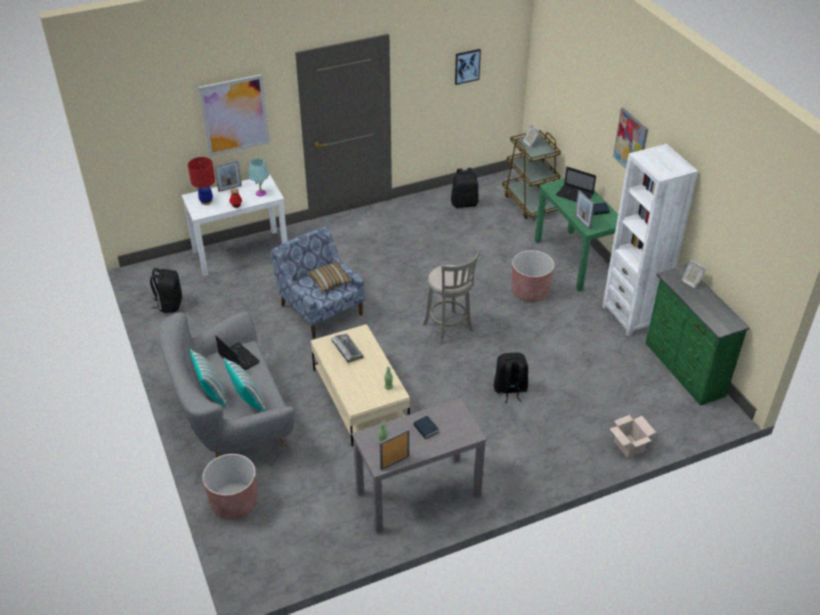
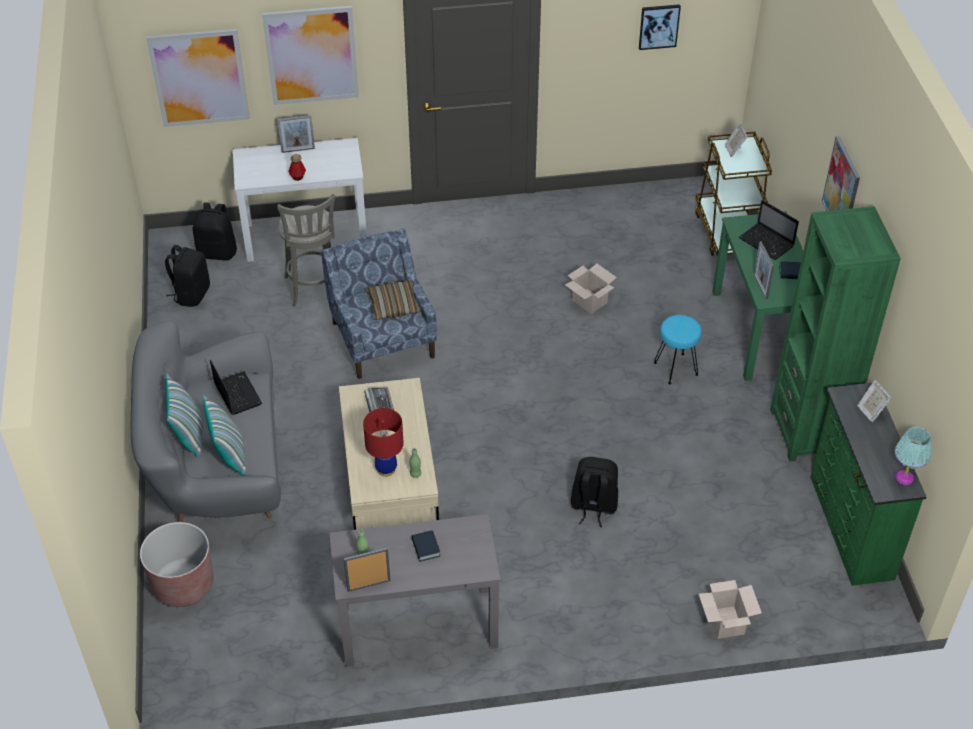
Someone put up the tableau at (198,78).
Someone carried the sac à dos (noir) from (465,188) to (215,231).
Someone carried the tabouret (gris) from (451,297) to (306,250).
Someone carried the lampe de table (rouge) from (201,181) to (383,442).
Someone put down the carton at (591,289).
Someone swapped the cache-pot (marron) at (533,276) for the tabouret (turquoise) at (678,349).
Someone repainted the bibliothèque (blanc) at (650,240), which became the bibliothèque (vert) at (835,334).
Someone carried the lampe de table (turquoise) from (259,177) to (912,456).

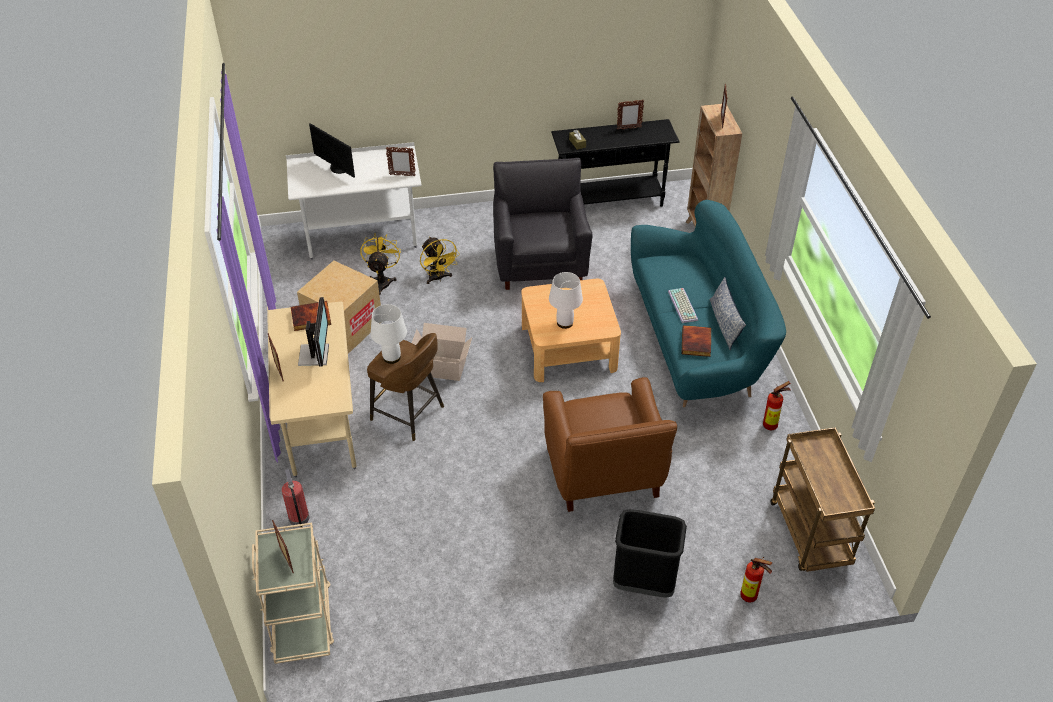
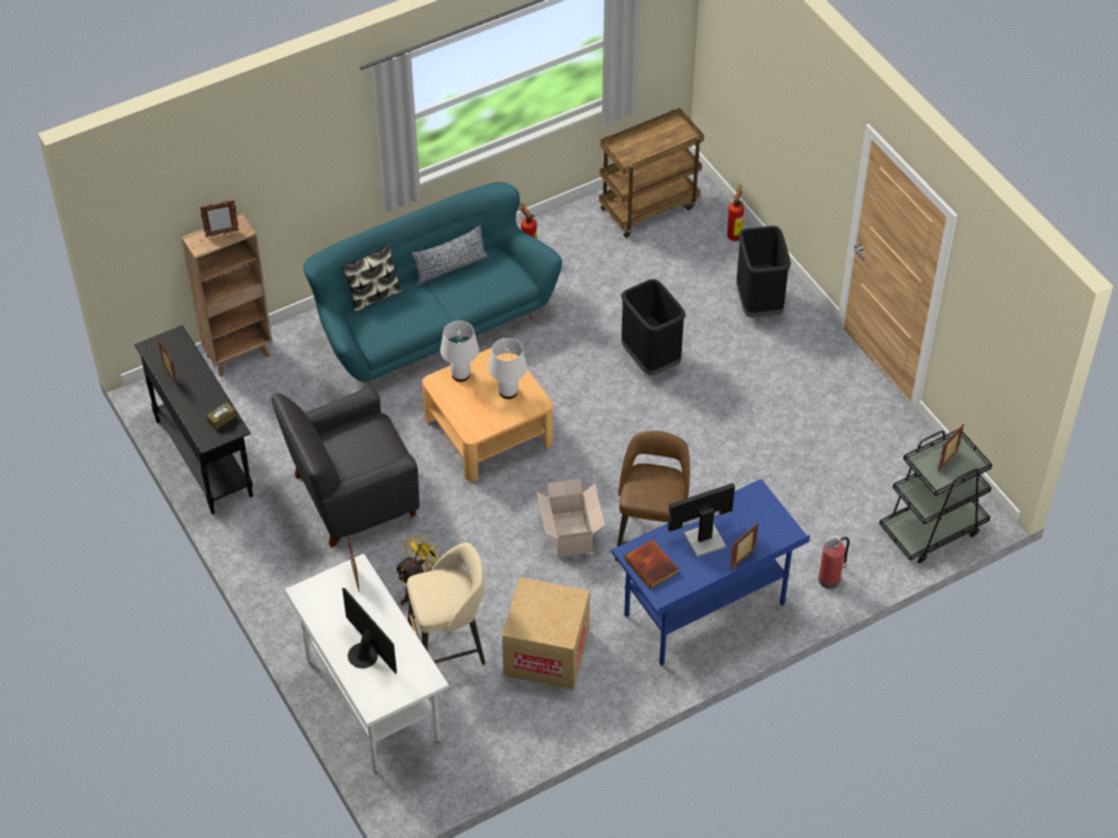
Someone put down the coussin at (371,278).
Someone rotated the écran d'ordinateur at (332,150) by 60 degrees counterclockwise.
Someone swapped the ventilateur (jaune) at (381,264) for the tabouret (beige) at (446,603).
Someone carried the lampe de table (blanc) from (389,334) to (459,351).
Someone repainted the bureau (beige) at (311,389), which became the bureau (bleu) at (710,572).
Someone swapped the fauteuil (marron) at (610,444) for the poubelle (noir) at (653,327).
Someone repainted the chariot (beige) at (293,593), which became the chariot (noir) at (935,496).
Someone took away the clavier at (683,305).
Someone took away the livre at (696,341).

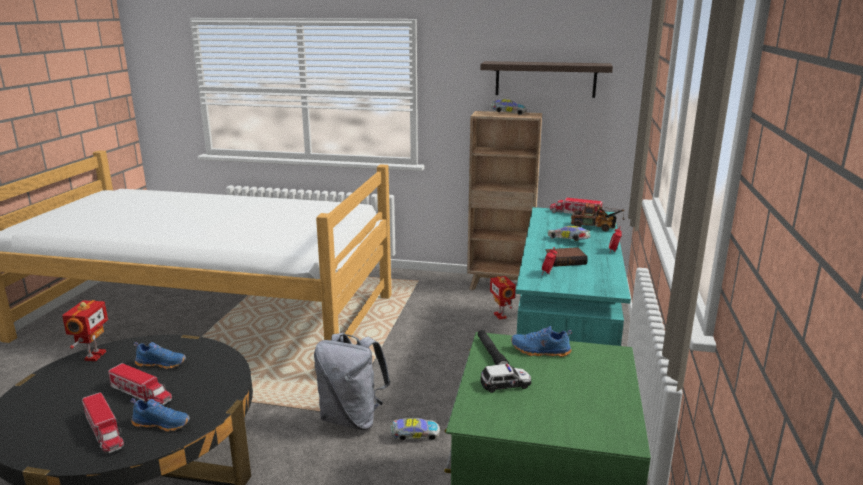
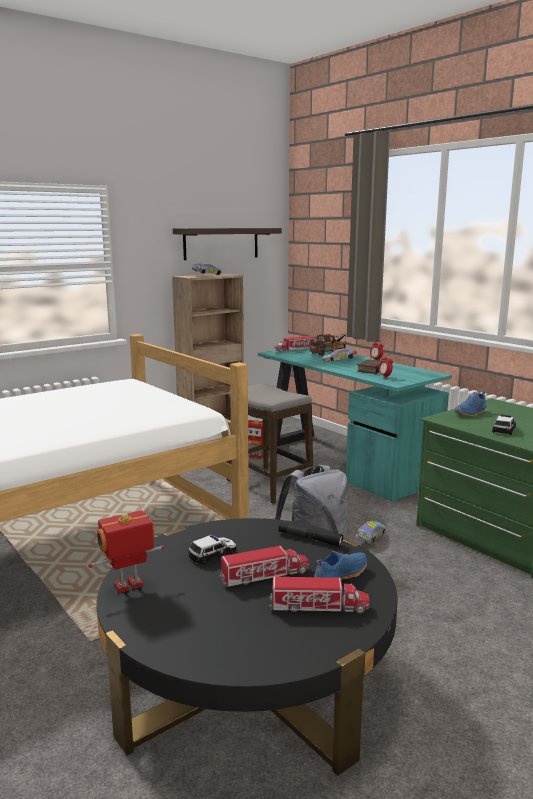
Someone rotated the robot jouet at (85,330) by 75 degrees counterclockwise.
Someone swapped the chaussure (bleu) at (160,355) for the petite voiture at (212,550).
Someone put down the tabouret at (270,443).
Someone carried the lampe de poche (noir) from (493,347) to (310,535).

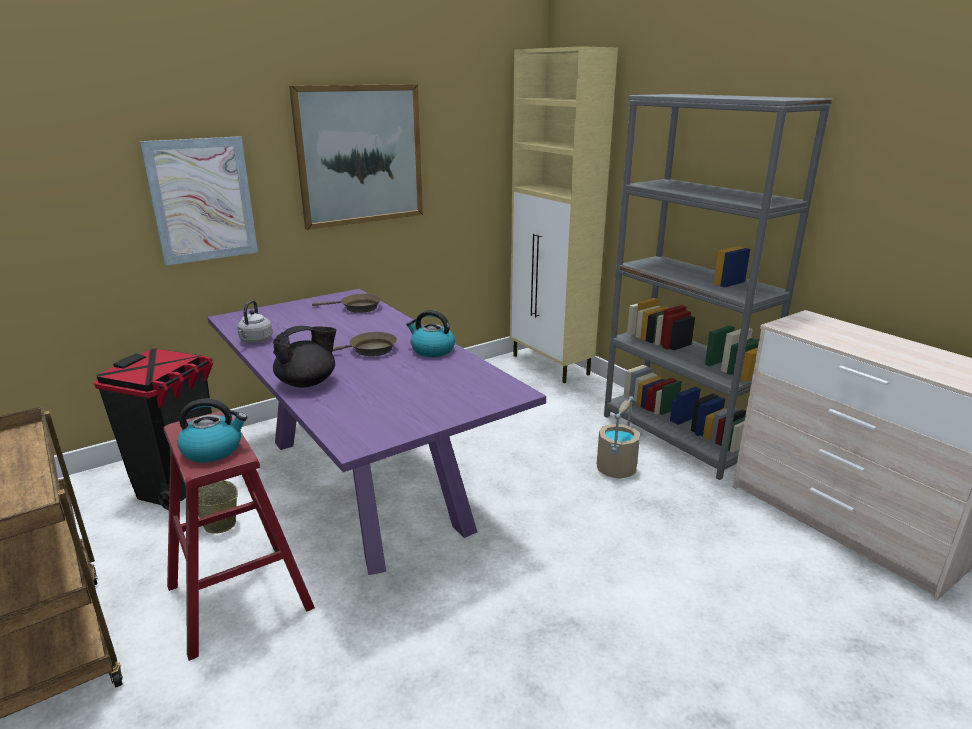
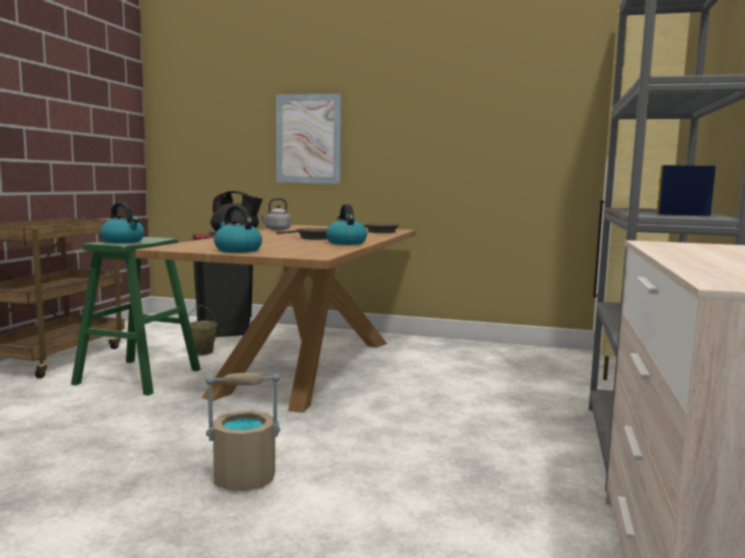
Someone repainted the tabouret (rouge) at (239,536), which became the tabouret (vert) at (136,316).
Someone repainted the table à manger (violet) at (377,432), which became the table à manger (marron) at (275,319).
Someone carried the seau (beige) from (618,437) to (243,432).
Someone put down the bouilloire at (238,229).
Someone took away the tableau at (356,157).

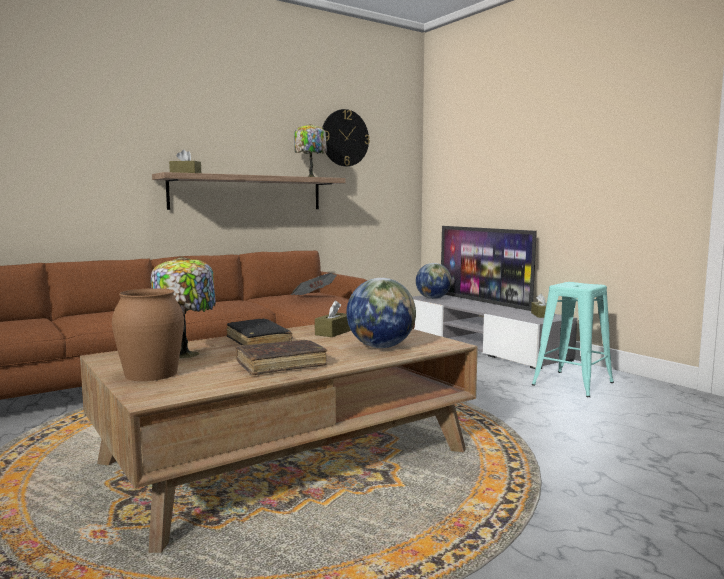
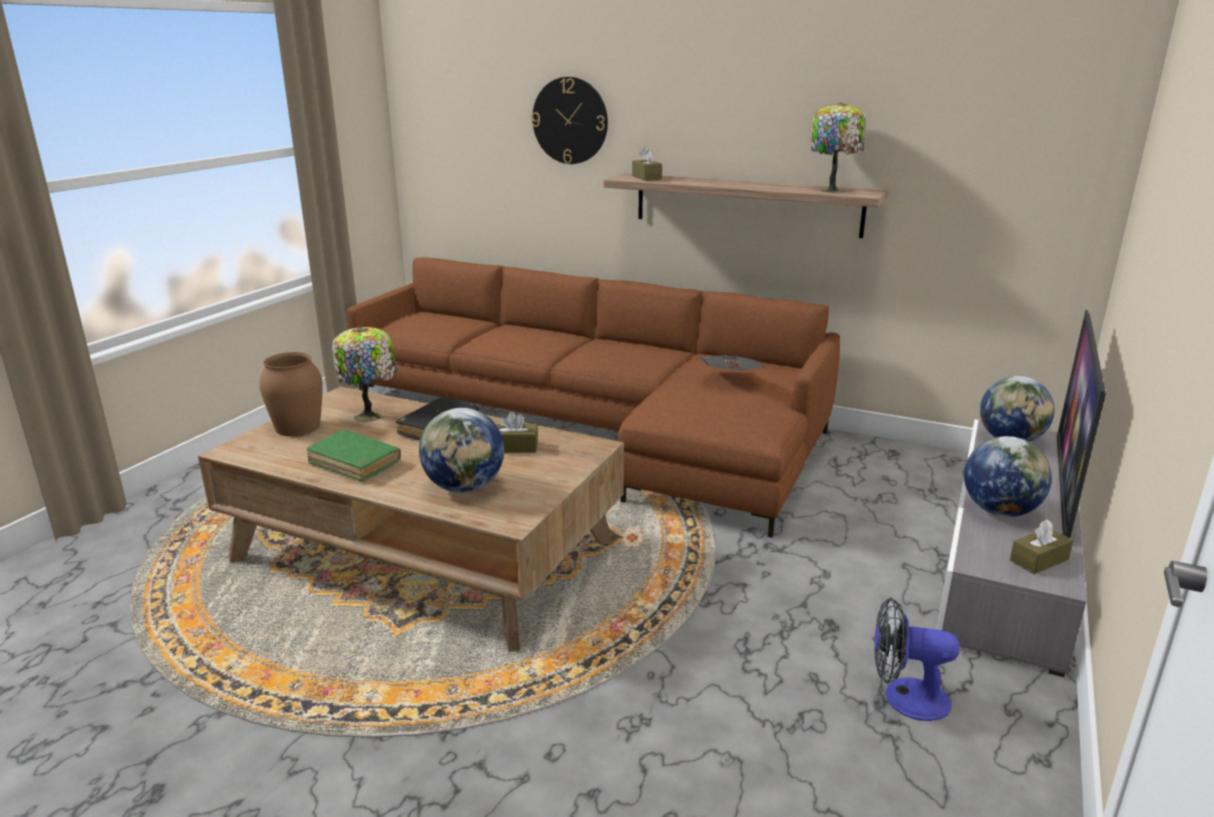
Someone repainted the livre (marron) at (281,357), which became the livre (vert) at (354,456).
Someone carried the horloge murale from (346,137) to (570,120).
Someone swapped the tabouret (turquoise) at (572,339) for the ventilateur at (917,659).
Someone put down the globe at (1008,476).

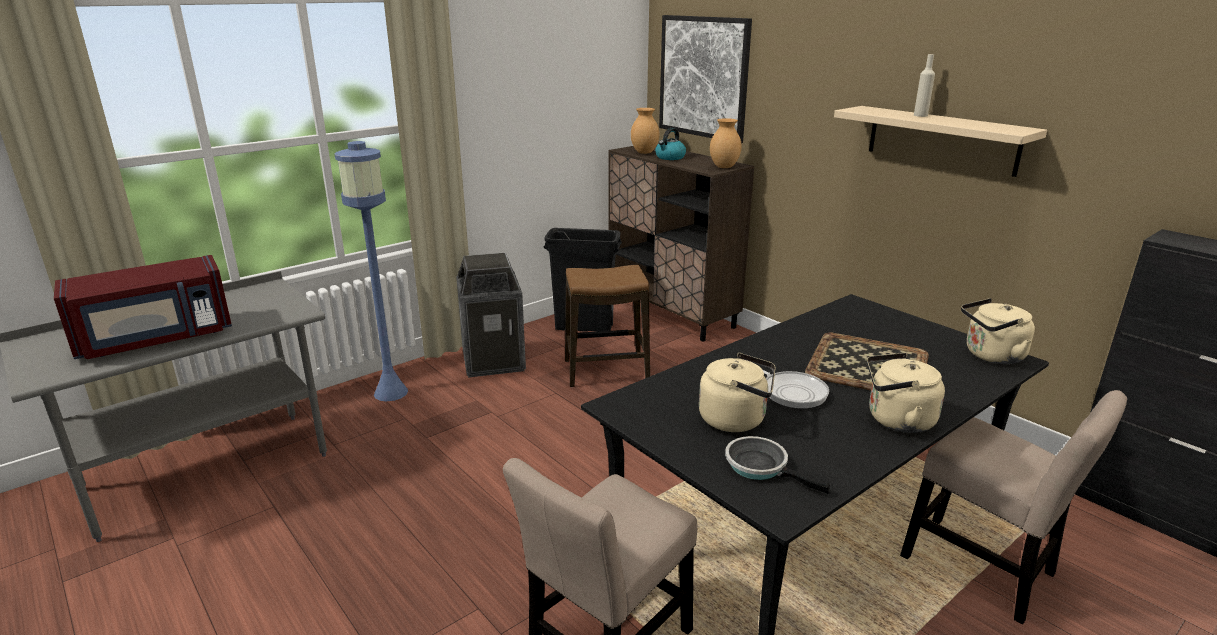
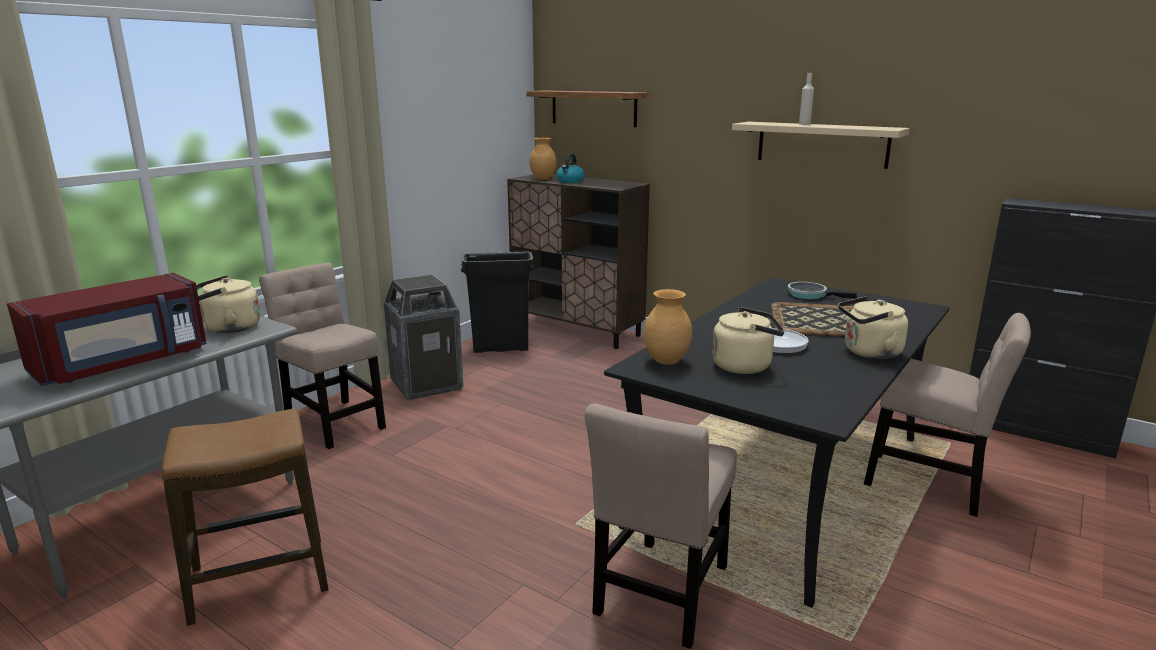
Someone carried the tabouret from (607,326) to (245,517).
Someone carried the bouilloire (beige) from (998,331) to (228,304).
Someone swapped the lampadaire (bleu) at (371,271) for the chaise (beige) at (322,356).
Someone swapped the tableau at (705,79) for the étagère at (588,108).
Someone carried the vase (marron) from (726,143) to (668,327).
Someone carried the poêle from (777,465) to (822,290).

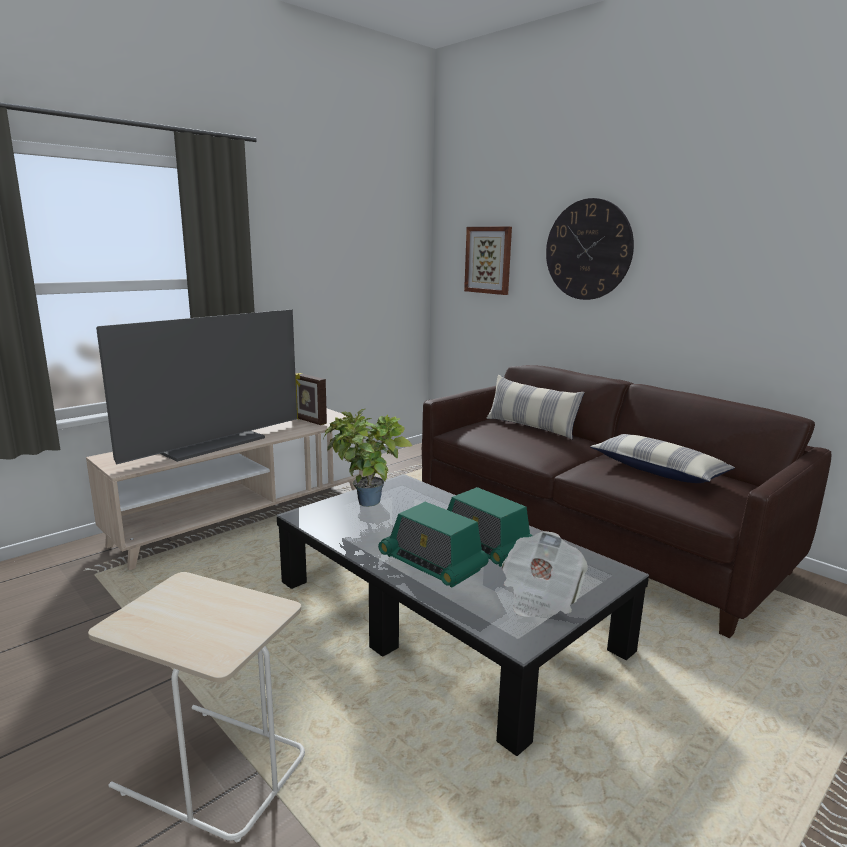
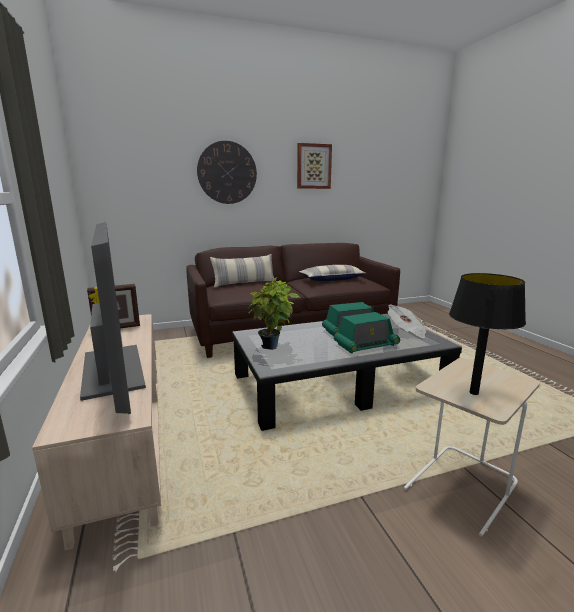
Someone carried the tableau from (488,261) to (314,166).
Someone put down the lampe de table (noir) at (487,334).

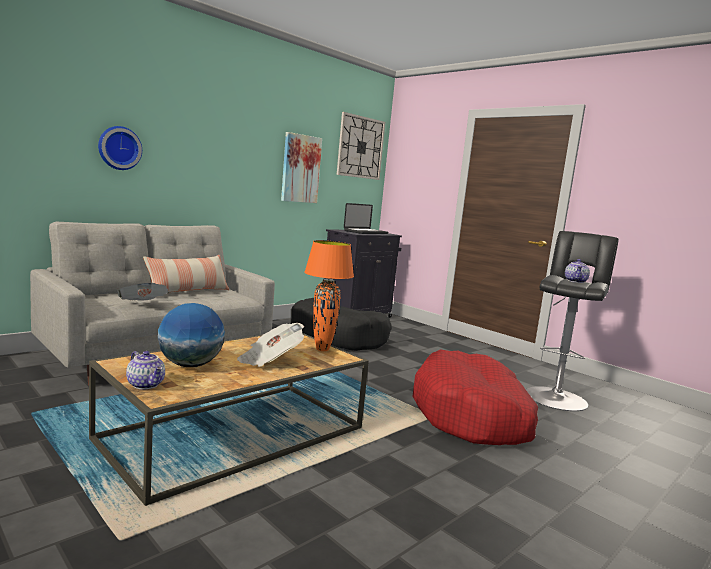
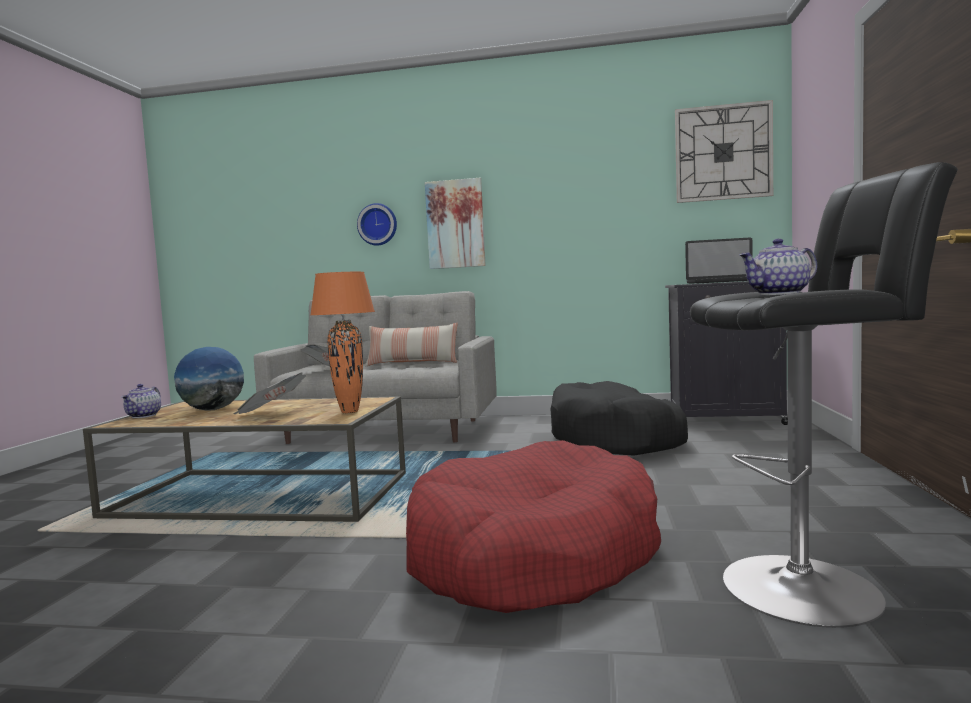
Someone carried the tableau from (301,167) to (455,223).

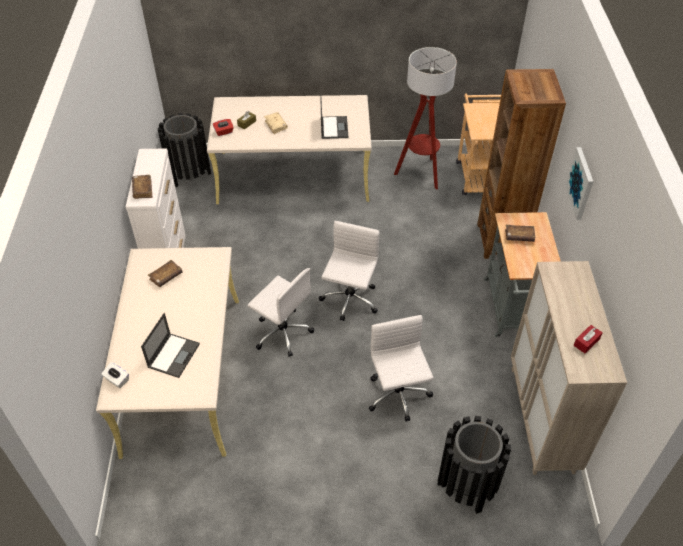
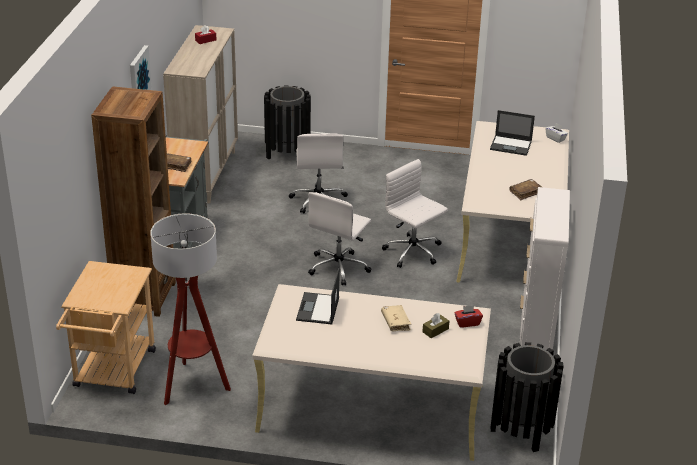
Someone rotated the ordinateur portable at (170,345) by 105 degrees counterclockwise.
Someone took away the livre (marron) at (142,187).

